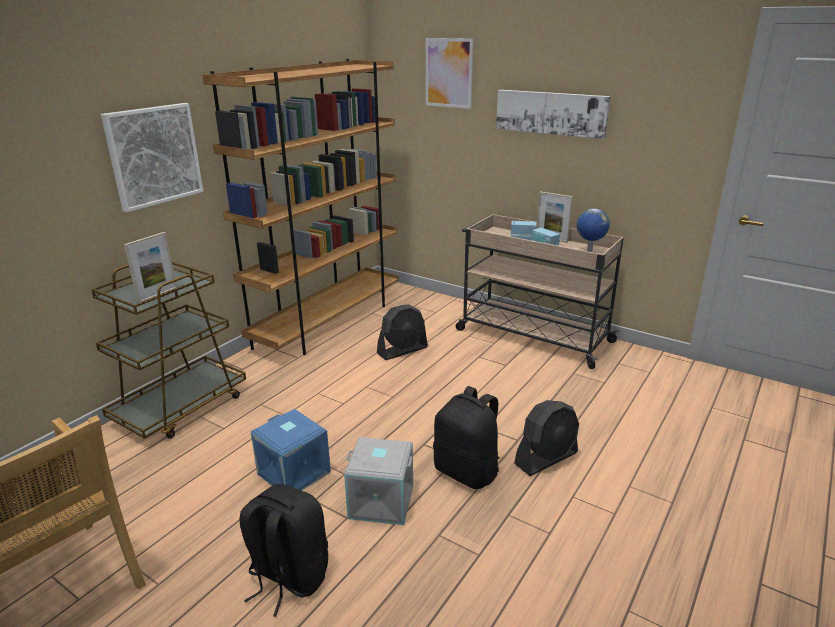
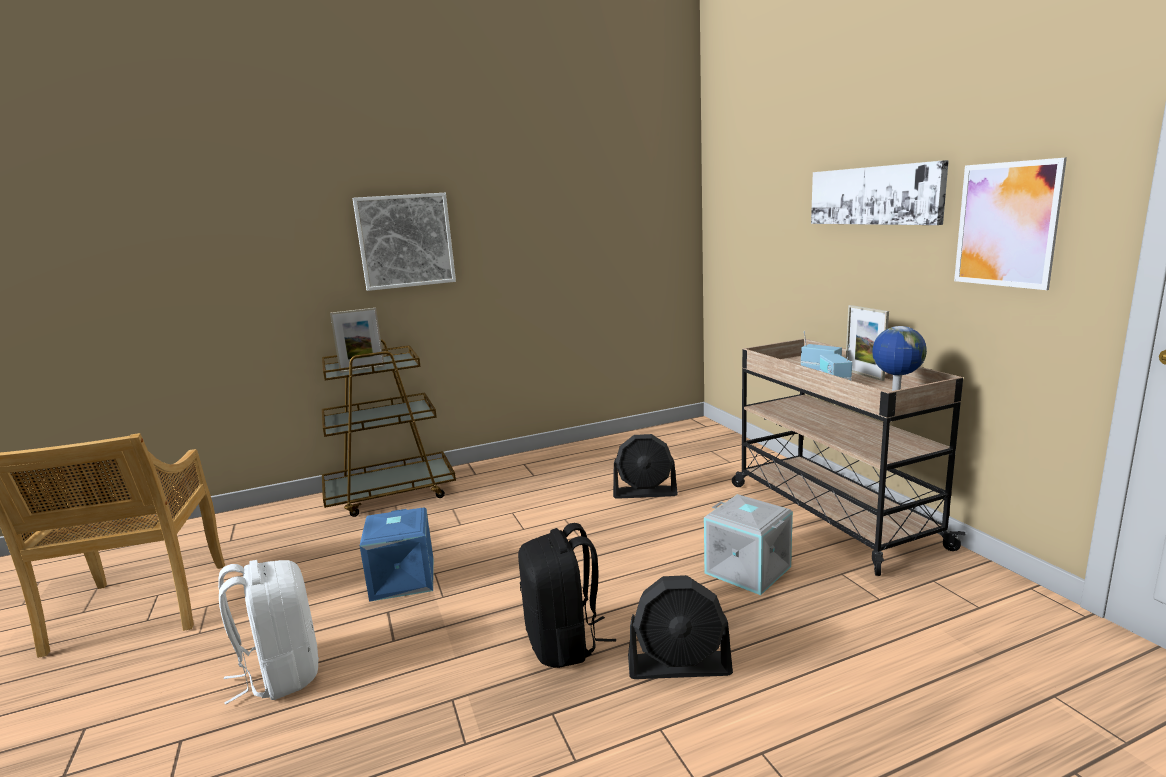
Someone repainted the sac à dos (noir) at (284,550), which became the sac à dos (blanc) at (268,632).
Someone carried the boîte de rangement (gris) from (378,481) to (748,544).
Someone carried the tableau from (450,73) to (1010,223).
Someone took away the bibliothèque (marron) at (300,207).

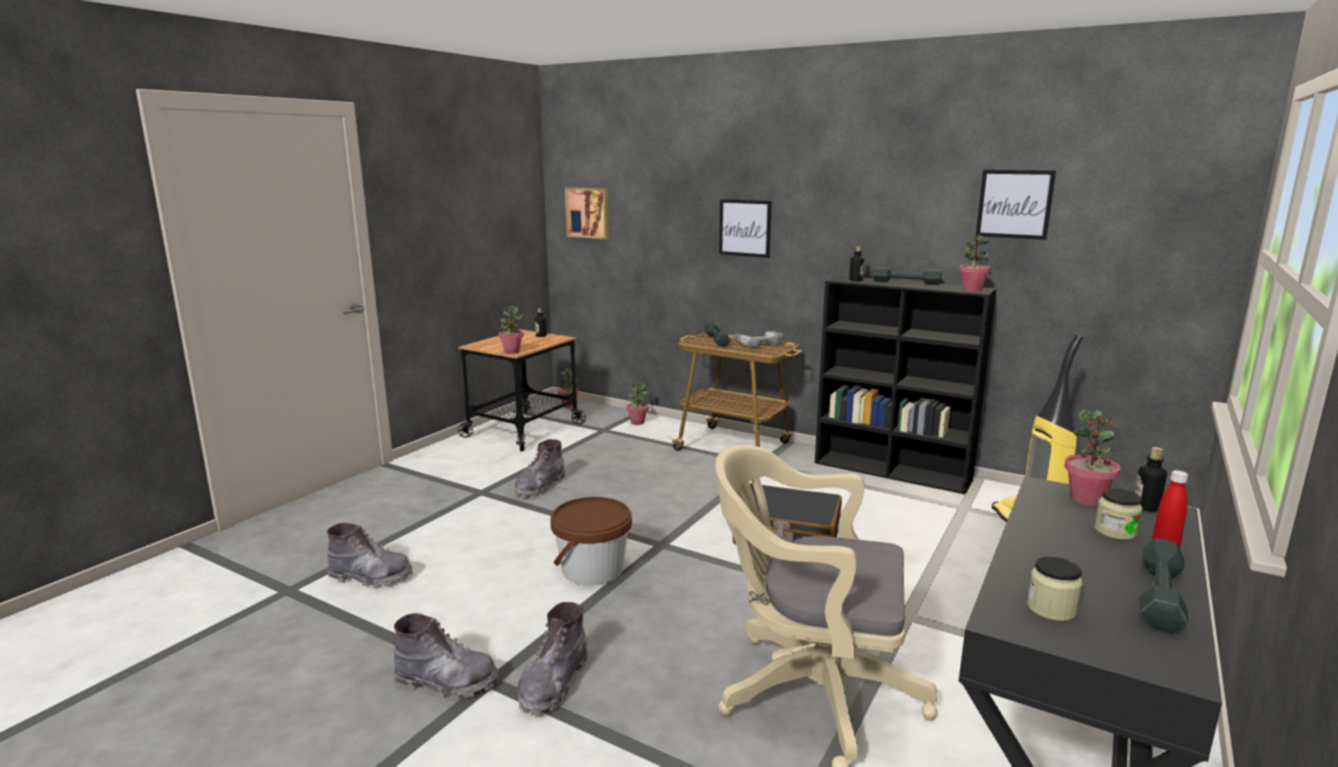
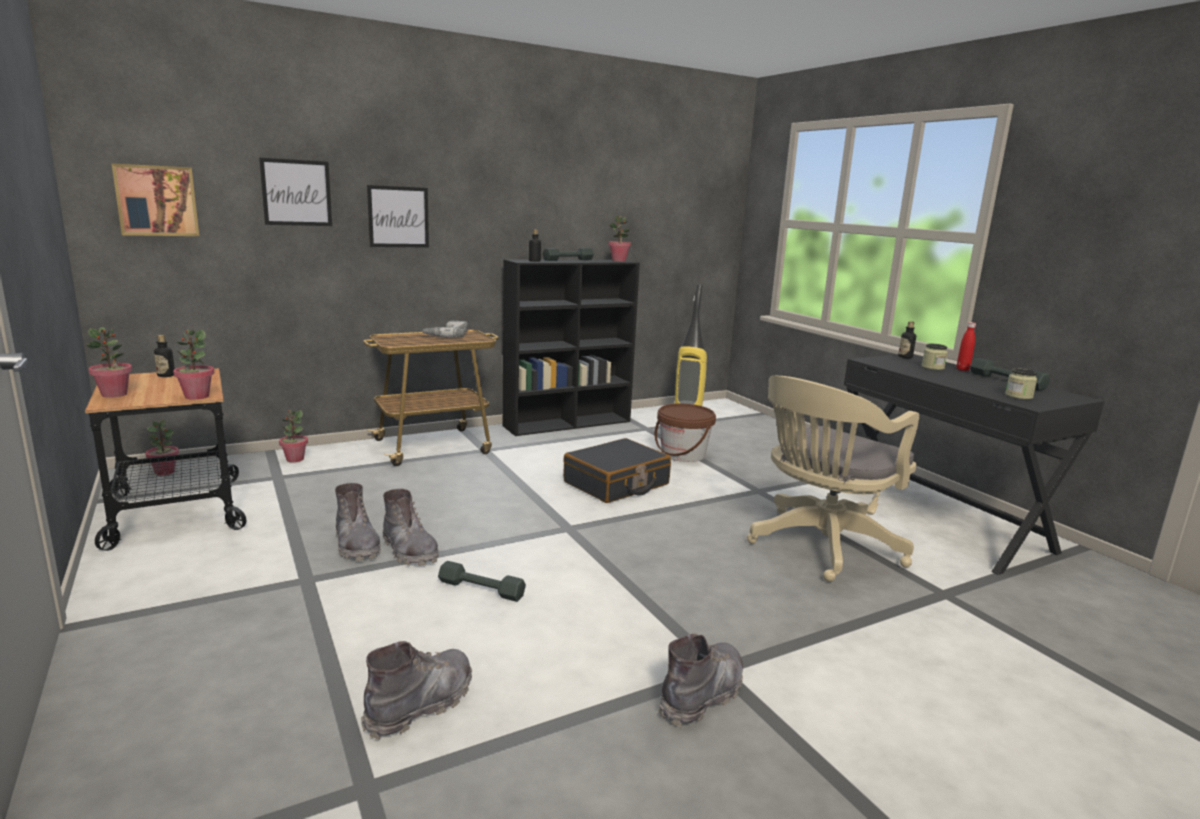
Someone carried the plante en pot from (1092,458) to (109,362).
Someone carried the tableau from (1016,205) to (295,192).
Someone carried the botte (gris) from (552,658) to (411,527).
Someone carried the haltère (gris) from (717,334) to (482,581).
Someone carried the seau (marron) from (591,541) to (685,433).

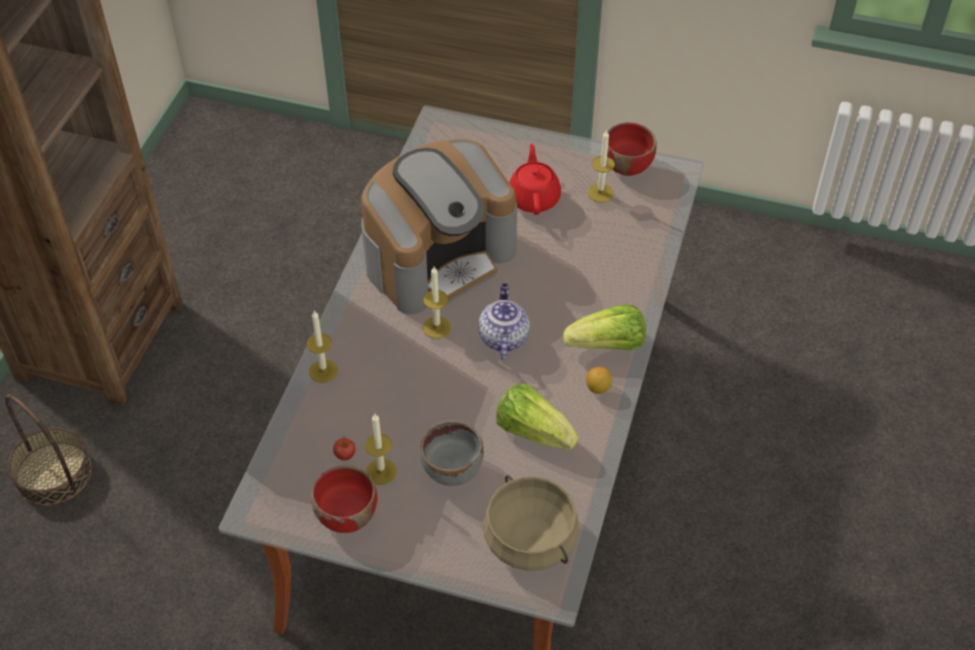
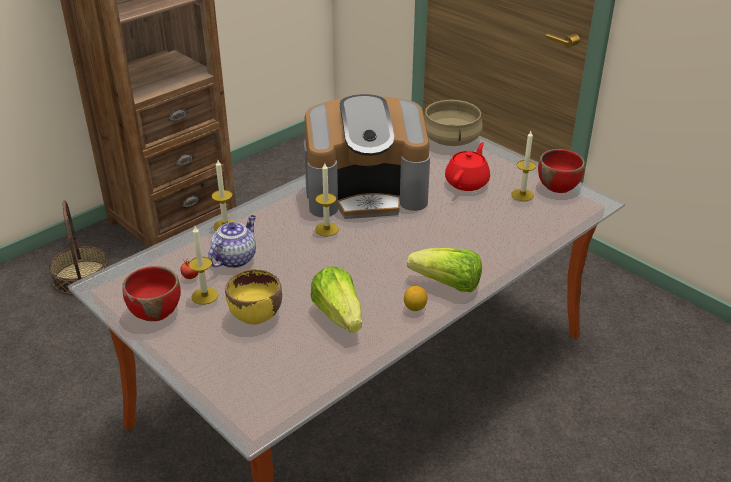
Someone carried the théière from (504,321) to (232,241).
Someone repainted the bol (gris) at (452,453), which became the bol (jaune) at (253,297).
Someone carried the marmite (beige) from (531,523) to (453,122).

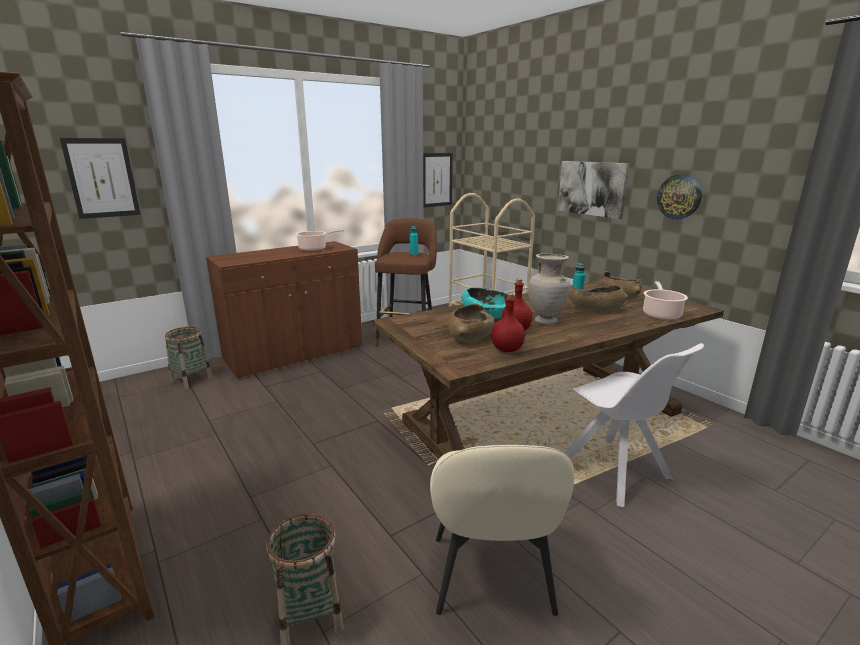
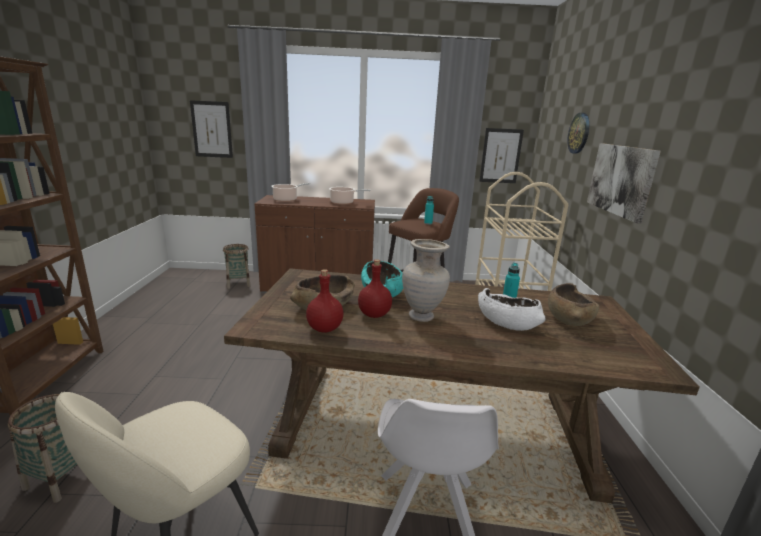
Someone carried the marmite from (665,300) to (290,192).
Someone repainted the bol (marron) at (598,298), which became the bol (blanc) at (512,309).
Someone carried the horloge murale from (679,196) to (578,133).

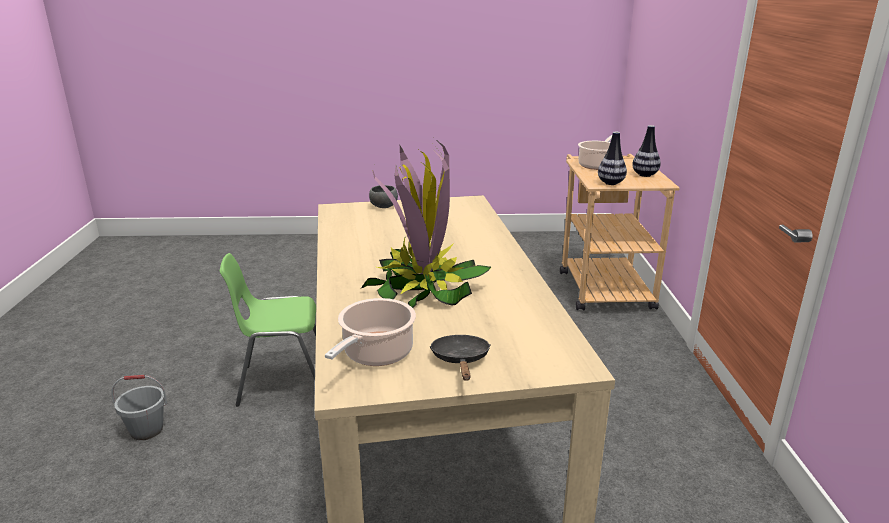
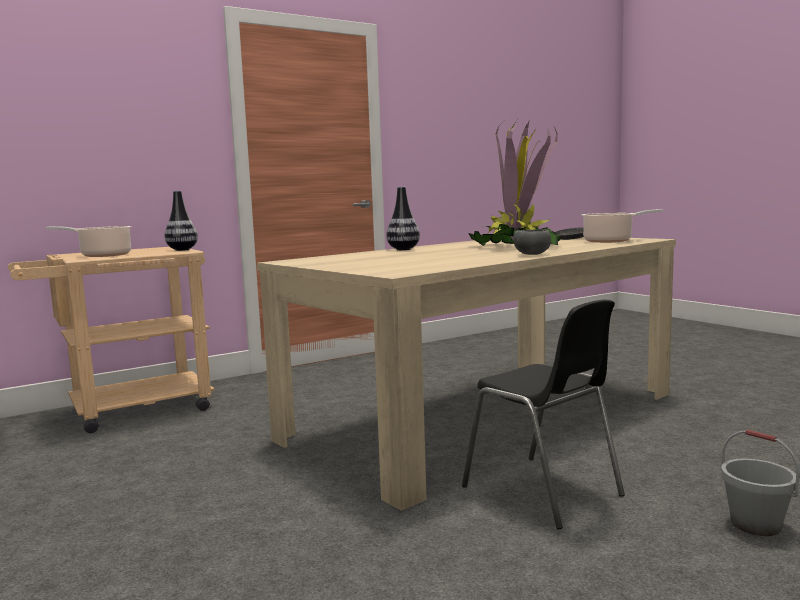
Someone carried the vase from (646,151) to (403,218).
Someone repainted the chaise (vert) at (268,330), which became the chaise (noir) at (543,414).
Someone carried the bol (gris) from (383,196) to (532,242).

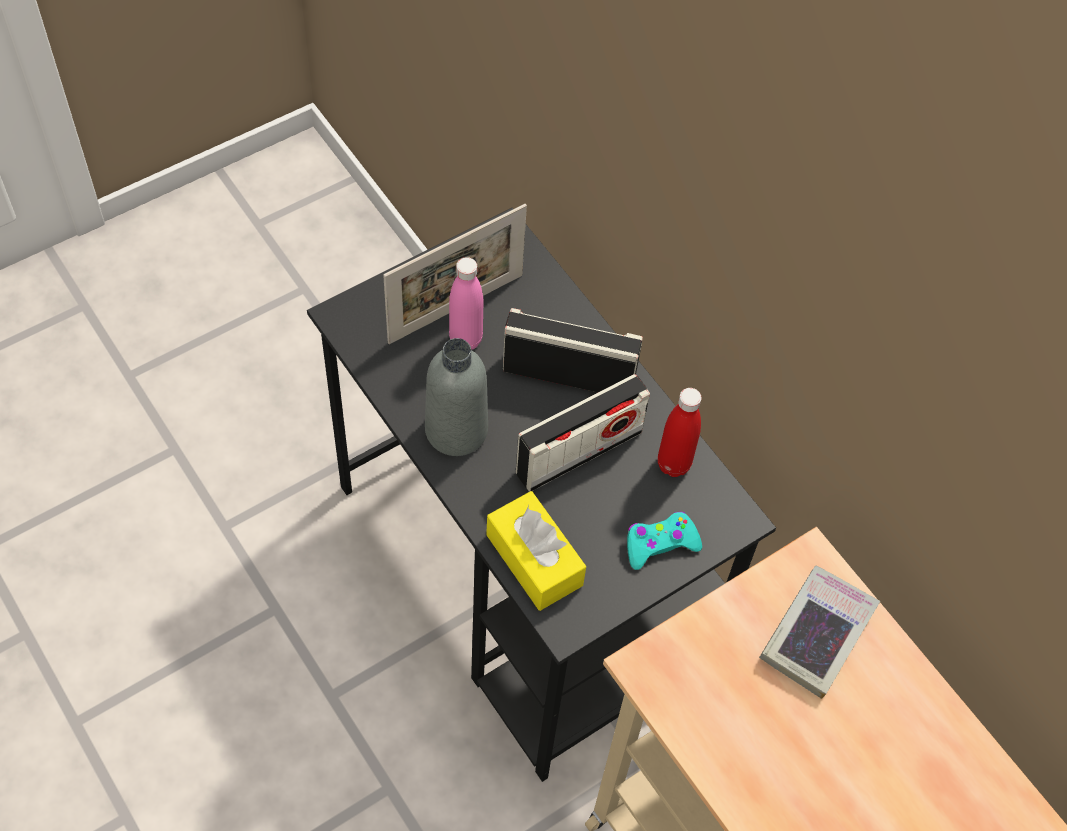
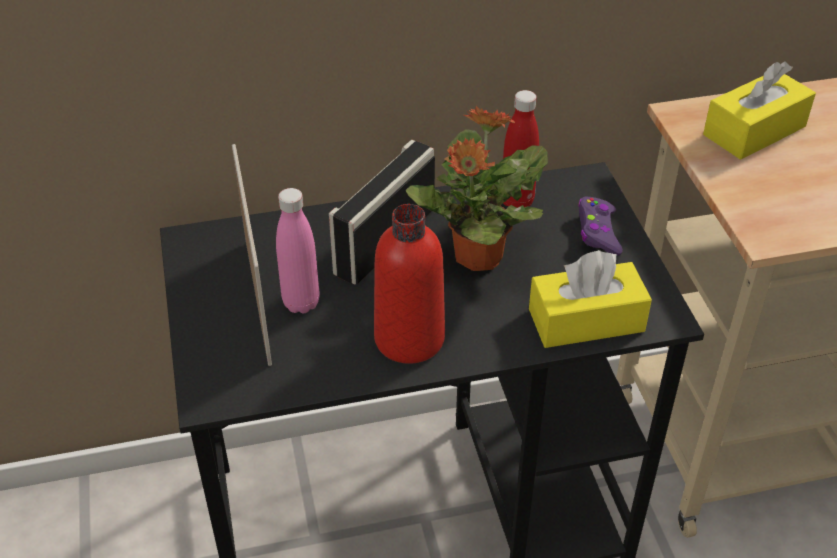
Someone repainted the bouteille (gris) at (456,397), which became the bouteille (rouge) at (409,284).
Someone swapped the radio at (583,433) for the plante en pot at (477,188).
Someone repainted the manette (turquoise) at (664,540), which became the manette (violet) at (600,226).
Someone swapped the livre at (819,632) for the boîte à mouchoirs (jaune) at (759,110).

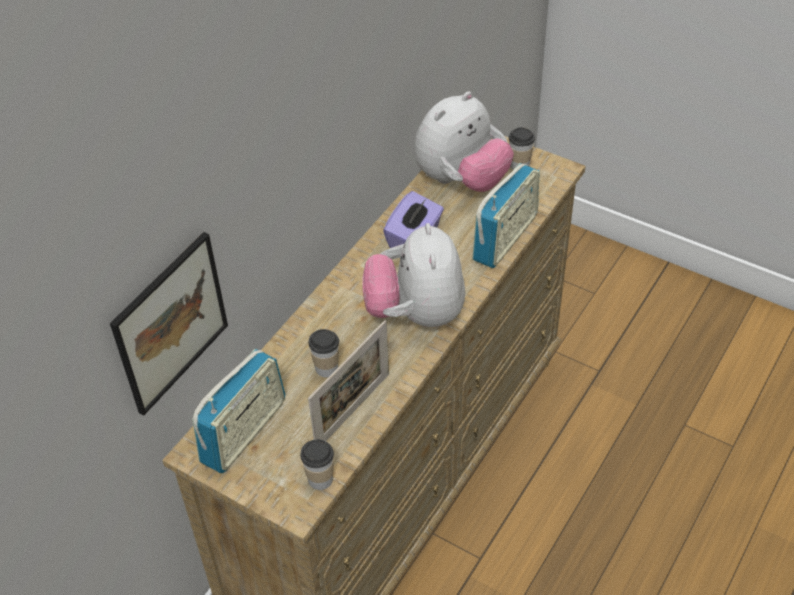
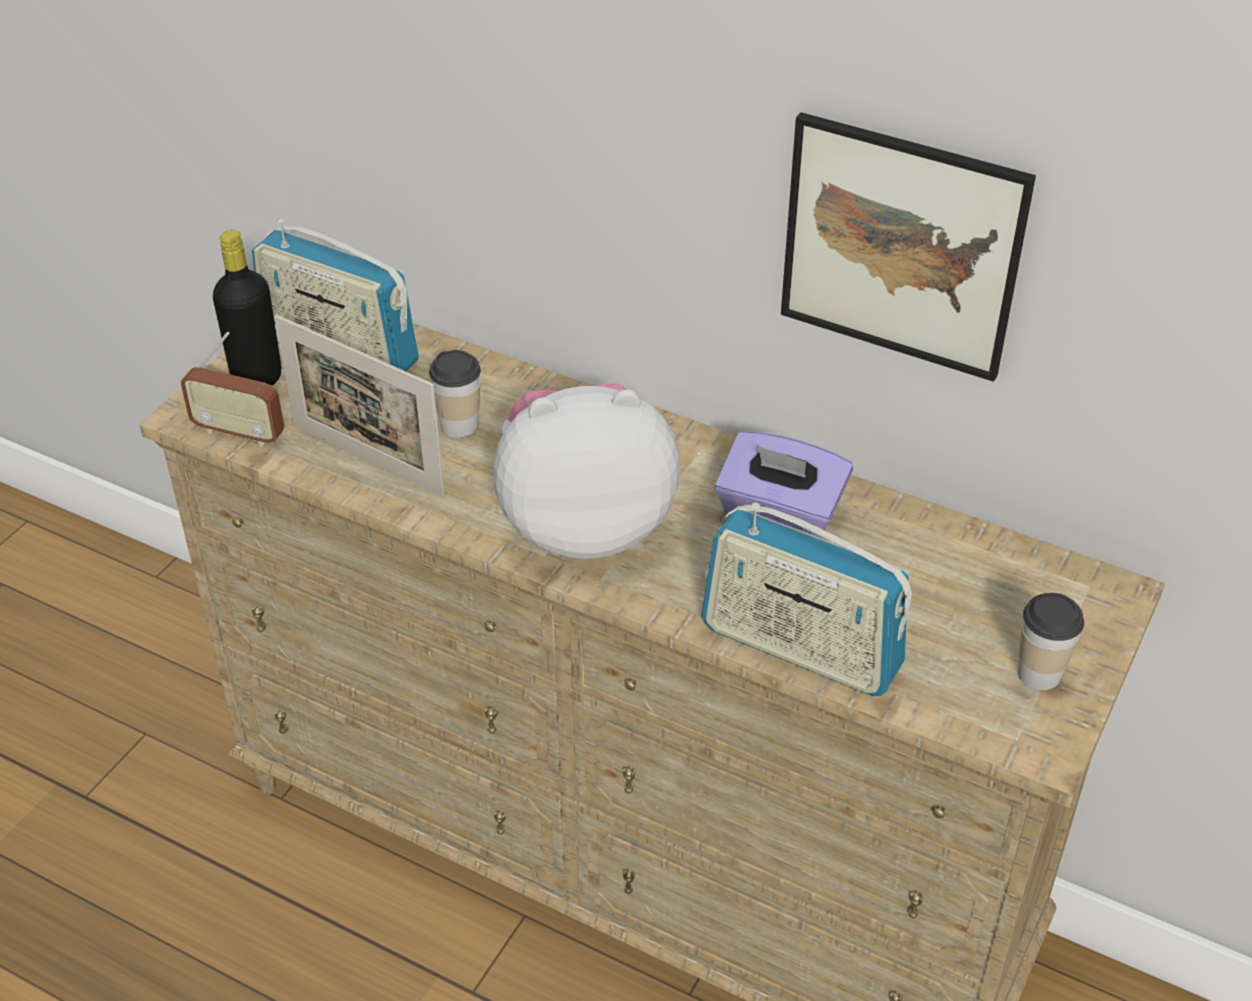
Someone swapped the tasse at (317,464) for the radio at (232,389).
Someone put down the bouteille (noir) at (247,308).
Someone carried the tableau from (169,324) to (908,247).
Someone took away the peluche at (464,142).

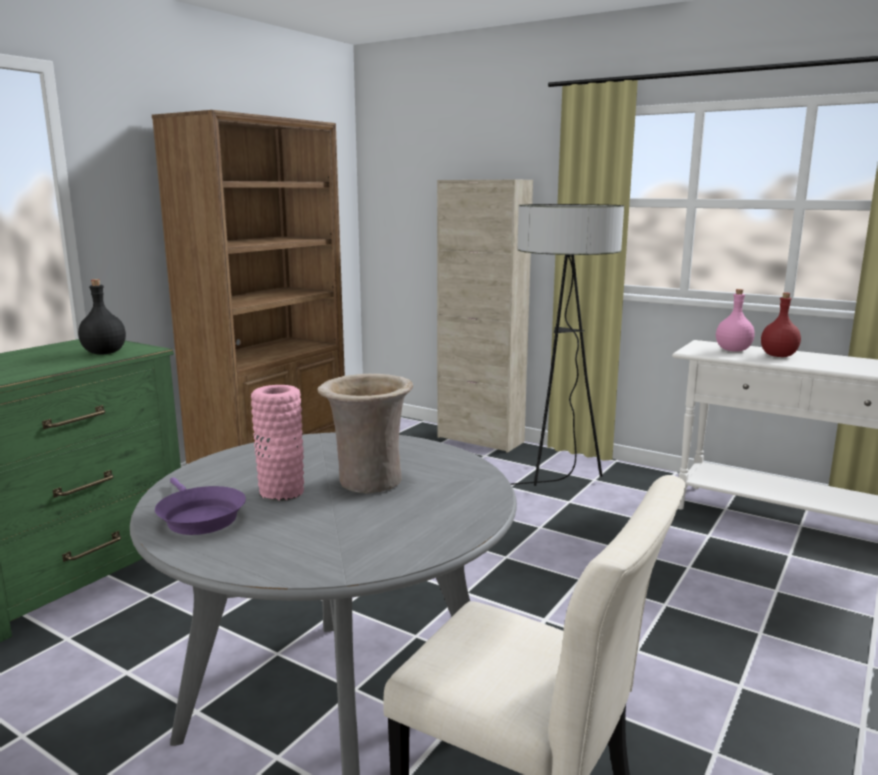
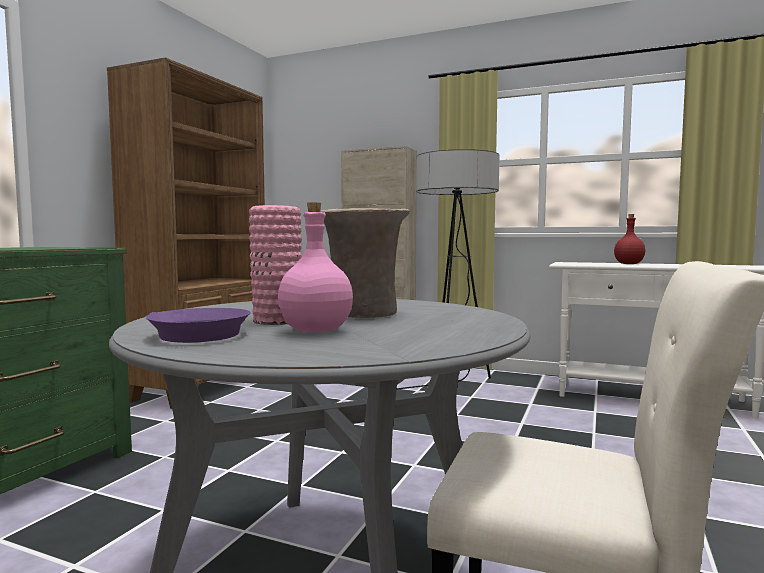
Someone carried the bouteille (rose) from (735,320) to (315,267).
Someone took away the bouteille (noir) at (102,317).

